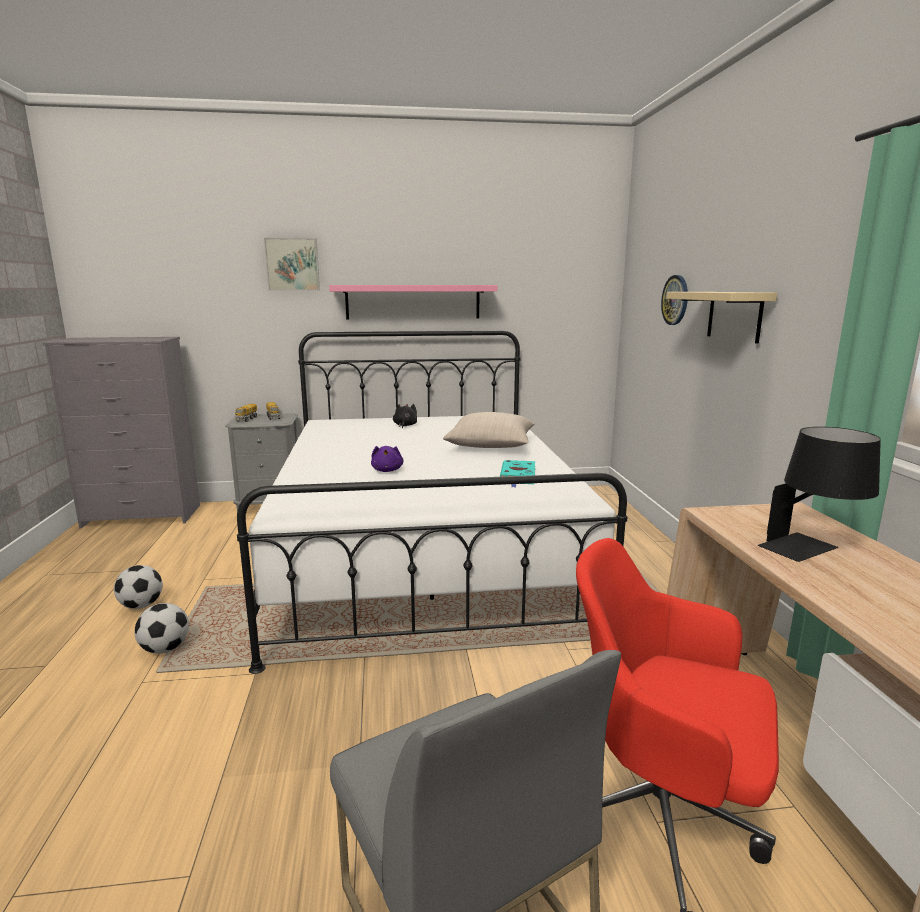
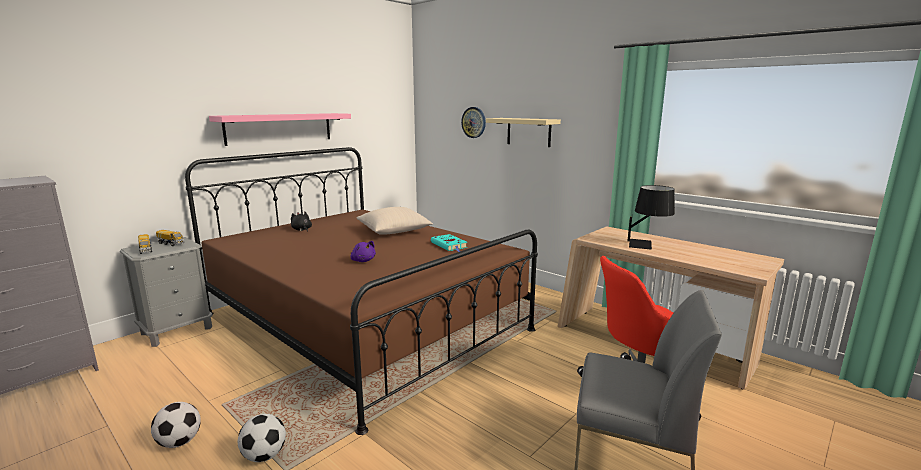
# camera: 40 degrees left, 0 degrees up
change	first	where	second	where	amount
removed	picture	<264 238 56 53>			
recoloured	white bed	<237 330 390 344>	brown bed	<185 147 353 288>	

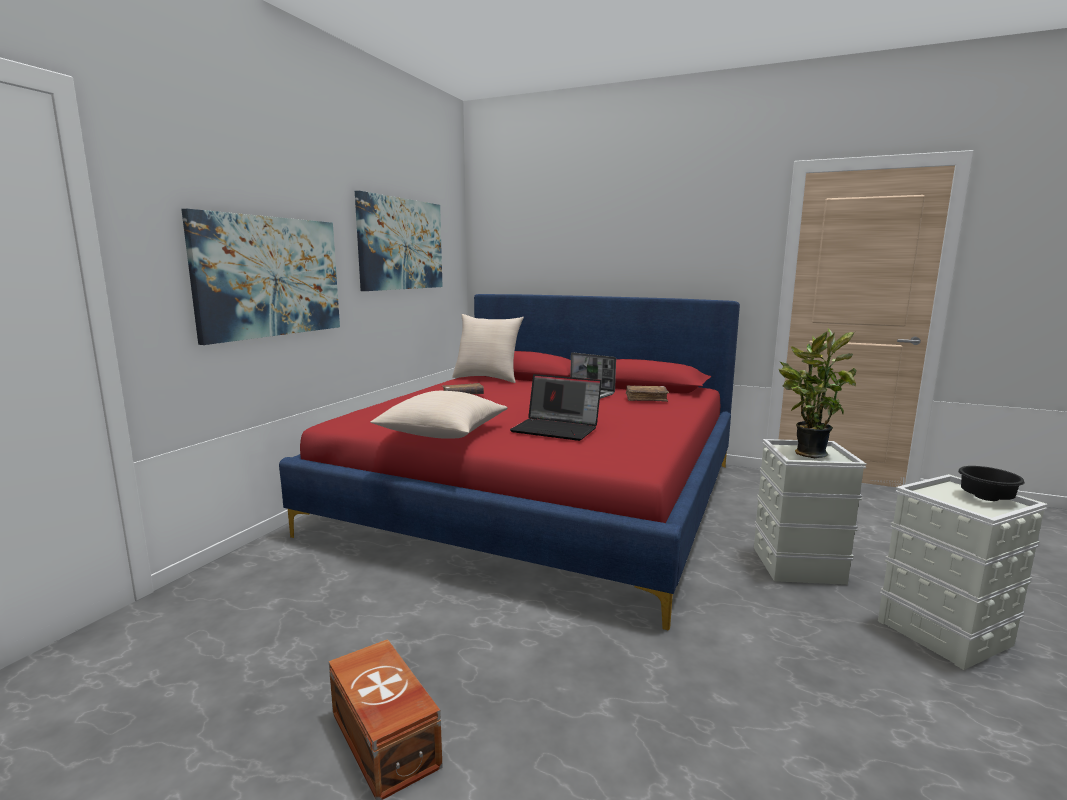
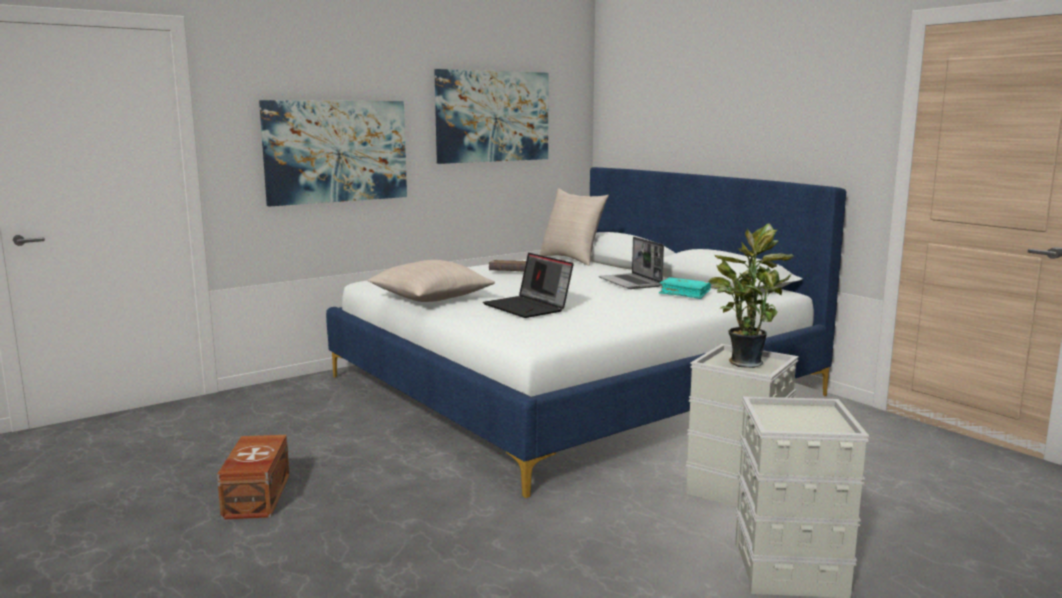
# camera: 30 degrees right, 0 degrees up
change	first	where	second	where	amount
recoloured	red bed	<279 294 461 336>	white bed	<326 167 520 331>	
recoloured	brown book	<626 386 43 16>	turquoise book	<659 277 52 22>	
removed	black bowl	<958 466 67 35>			

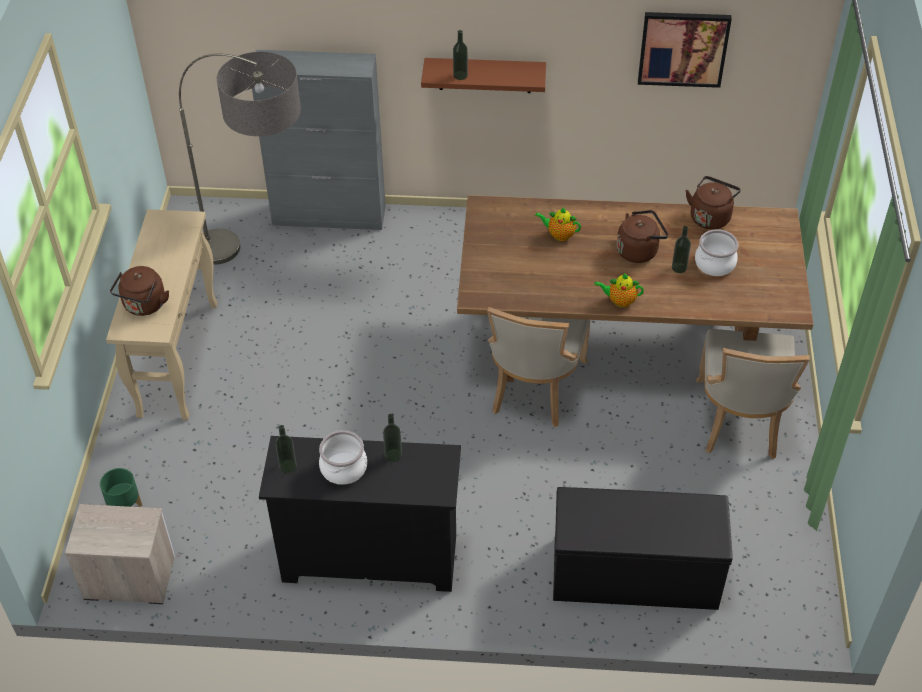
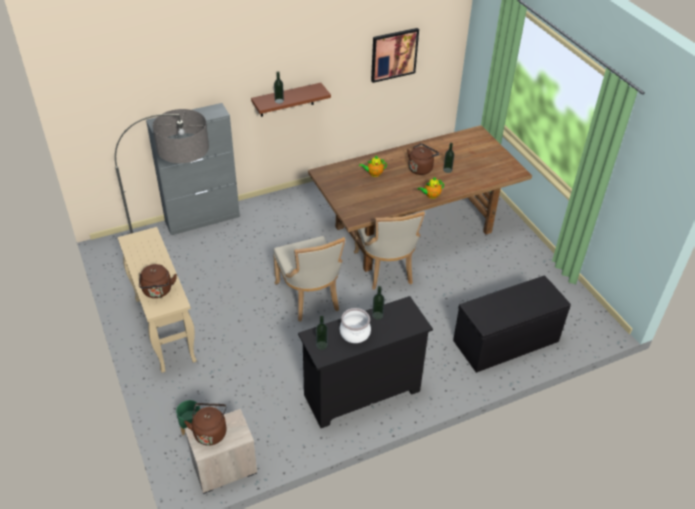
# camera: 30 degrees left, 5 degrees down
change	first	where	second	where	amount
moved	brown kettle	<686 176 55 54>		<184 403 43 43>	
removed	cooking pot	<695 229 43 47>			
moved	beige chair	<696 329 114 130>		<273 236 72 85>	

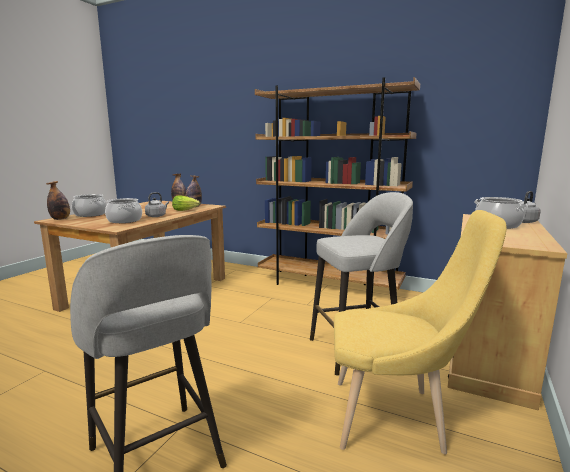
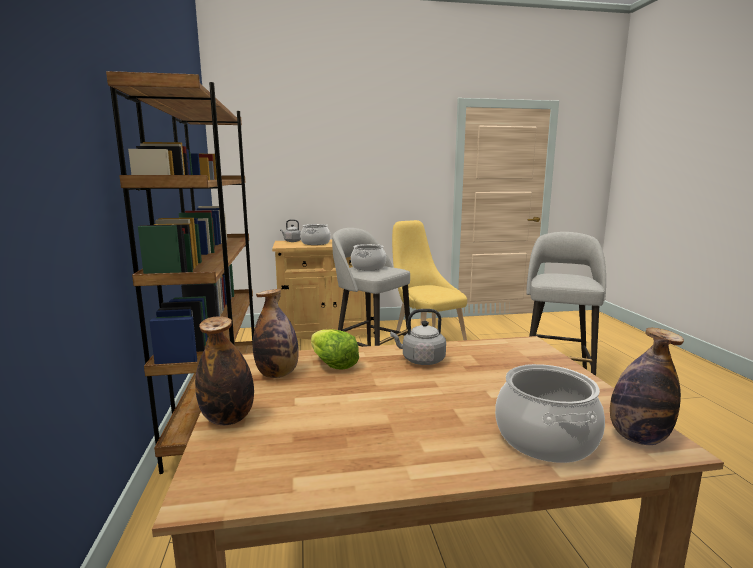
# camera: 125 degrees left, 0 degrees up
change	first	where	second	where	amount
moved	cooking pot	<105 198 37 25>		<351 244 35 26>	

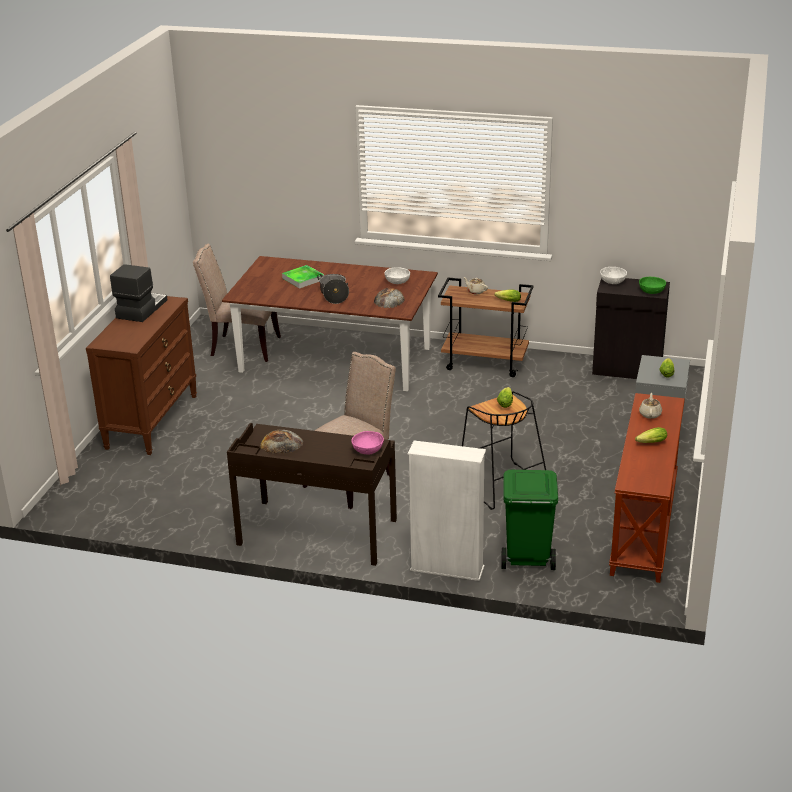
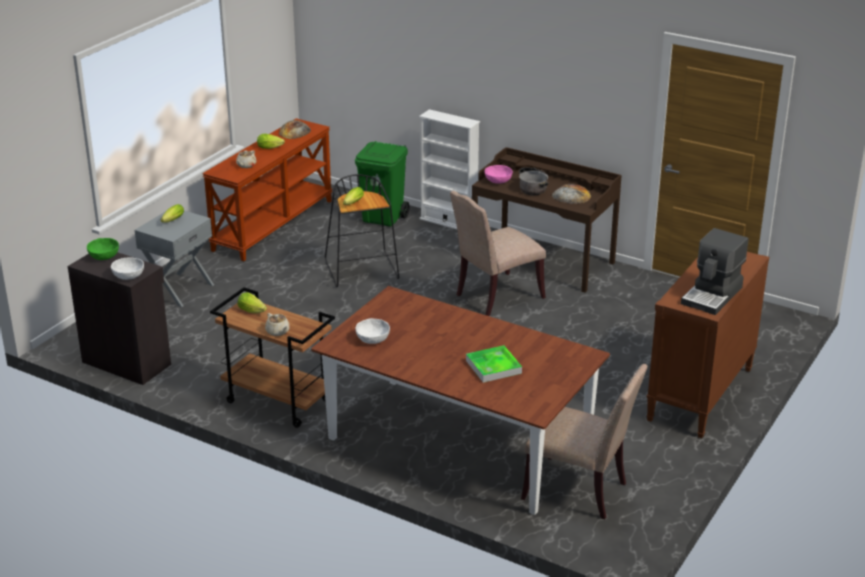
# camera: 165 degrees left, 0 degrees up
change	first	where	second	where	amount
moved	cooking pot	<317 274 32 30>		<519 167 30 28>	
moved	bread	<374 288 31 20>		<279 120 32 19>	

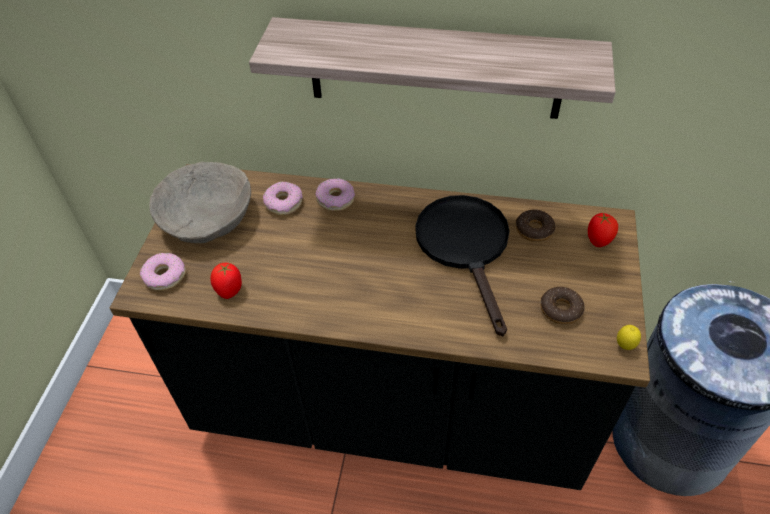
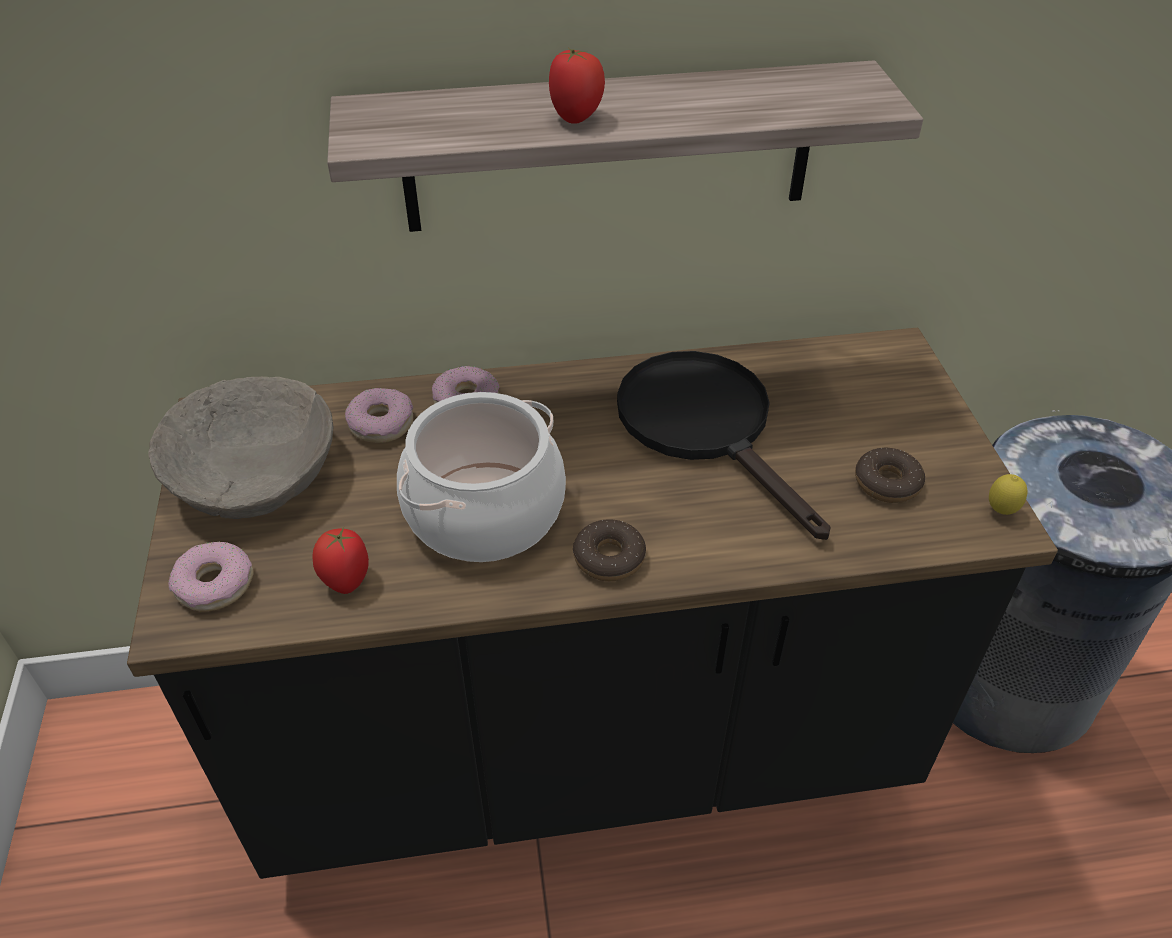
# camera: 20 degrees left, 5 degrees down
change	first	where	second	where	amount
moved	donut	<516 210 39 32>		<573 519 73 62>	
moved	tomato	<588 213 30 34>		<549 48 56 76>	
added			cooking pot	<397 392 169 170>	

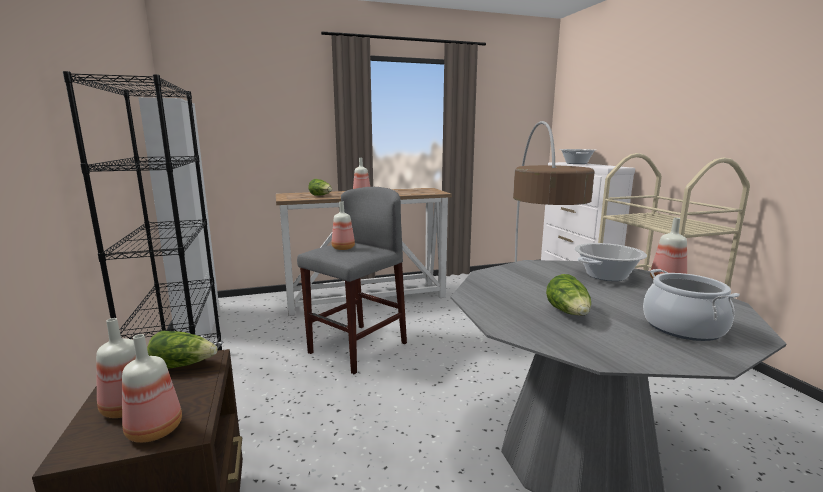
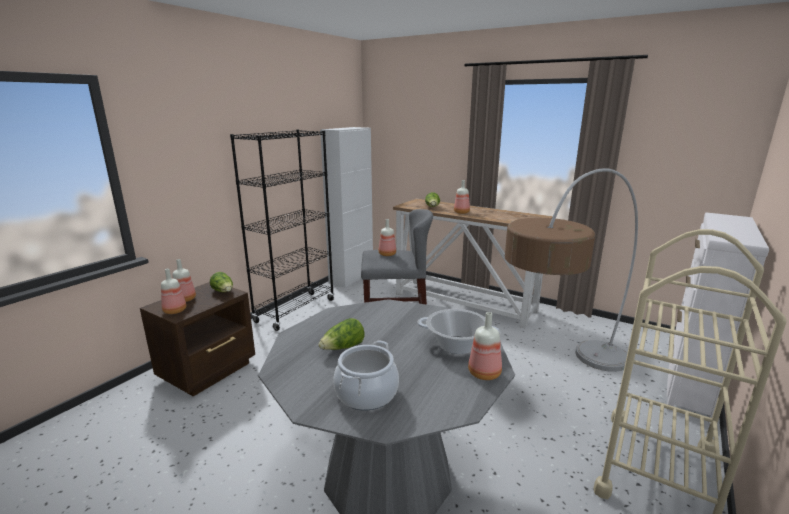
# camera: 50 degrees right, 5 degrees up
change	first	where	second	where	amount
removed	cooking pot	<560 149 36 15>			

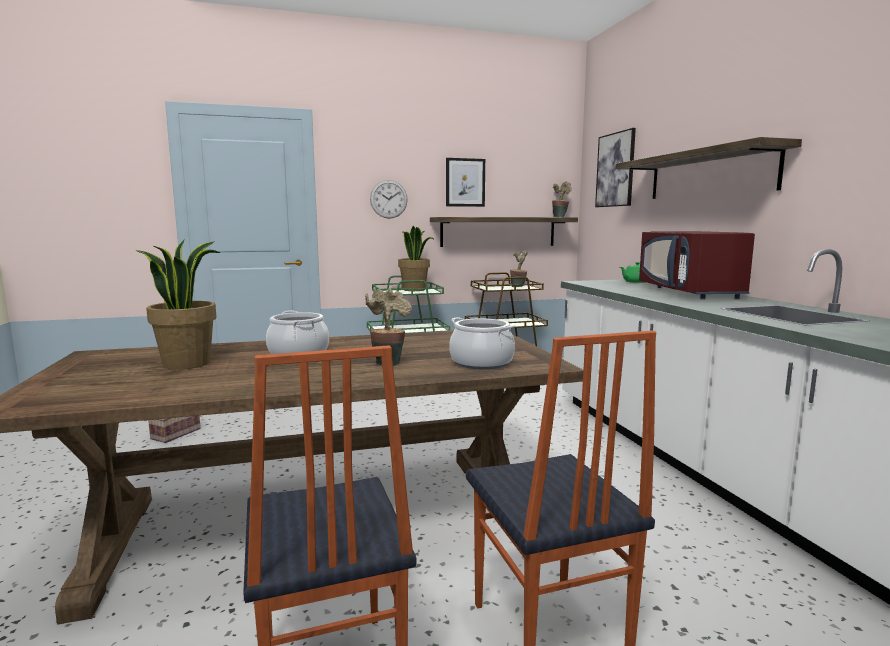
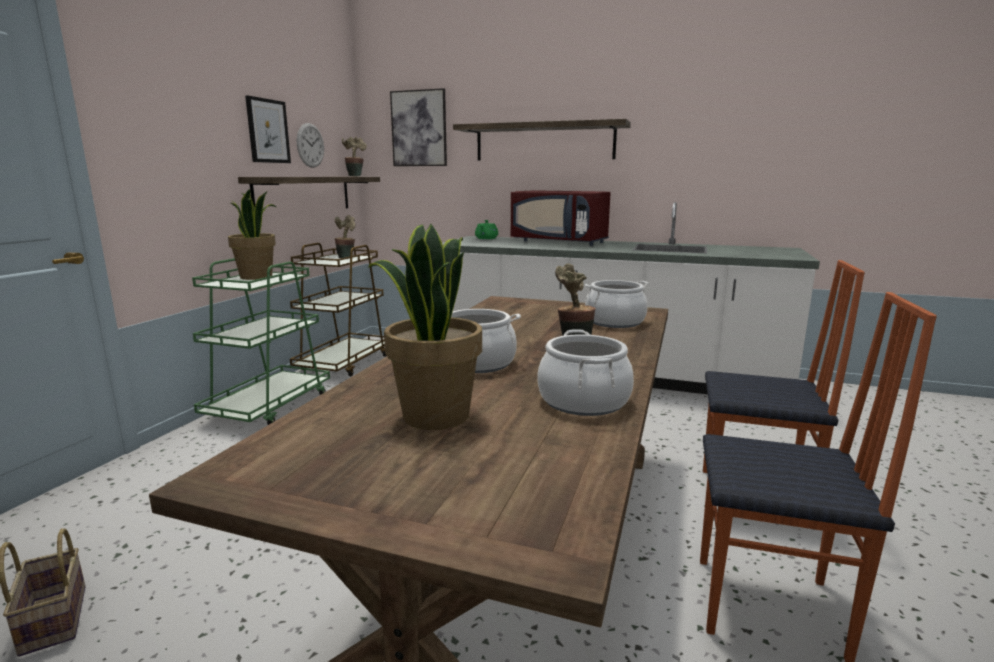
# camera: 55 degrees left, 5 degrees up
change	first	where	second	where	amount
moved	wall clock	<370 180 38 39>		<297 123 27 45>	
added			cooking pot	<537 329 97 87>	

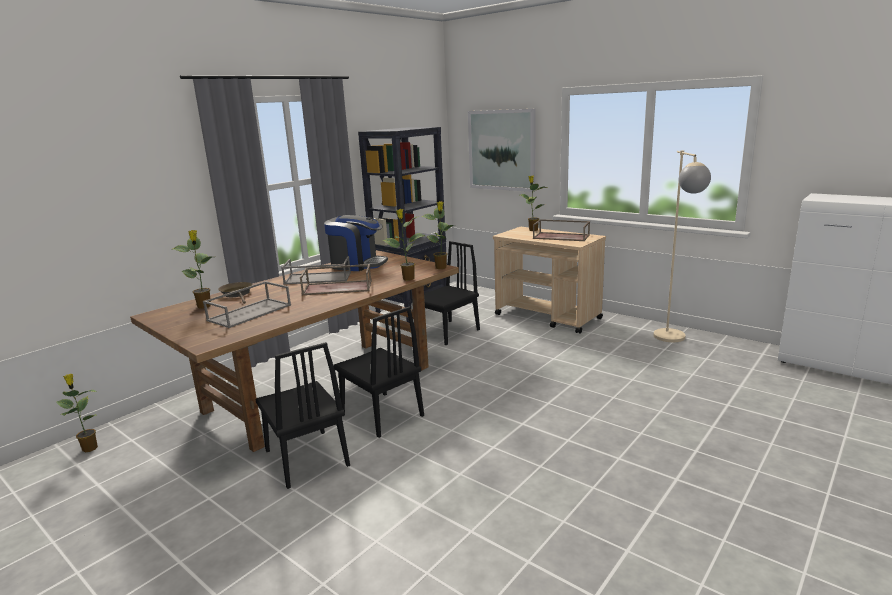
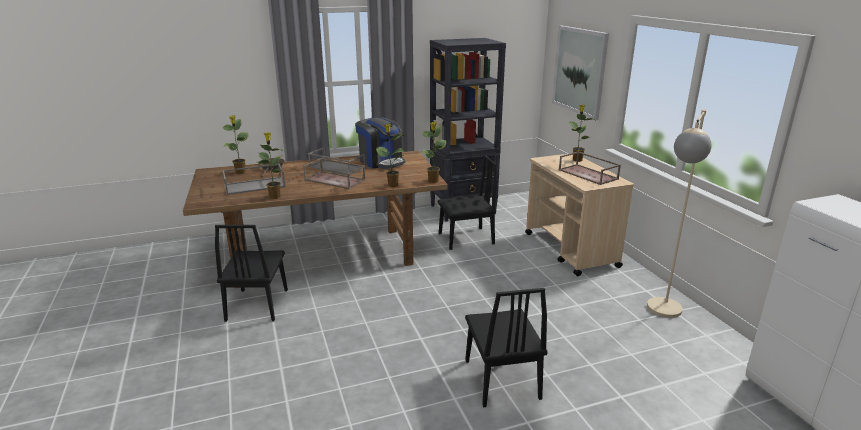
# camera: 30 degrees right, 5 degrees up
change	first	where	second	where	amount
moved	black chair	<334 307 90 131>		<465 288 83 119>	
moved	potted plant	<57 374 41 79>		<257 132 26 67>	

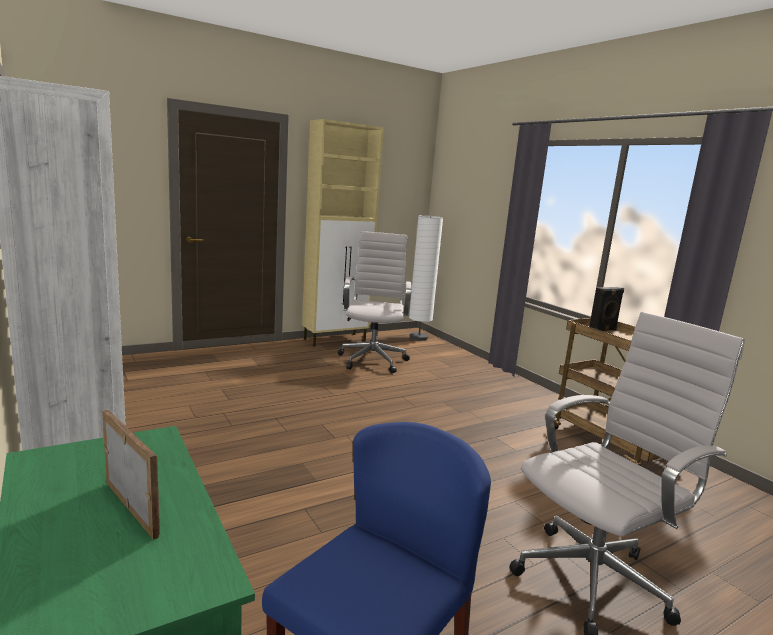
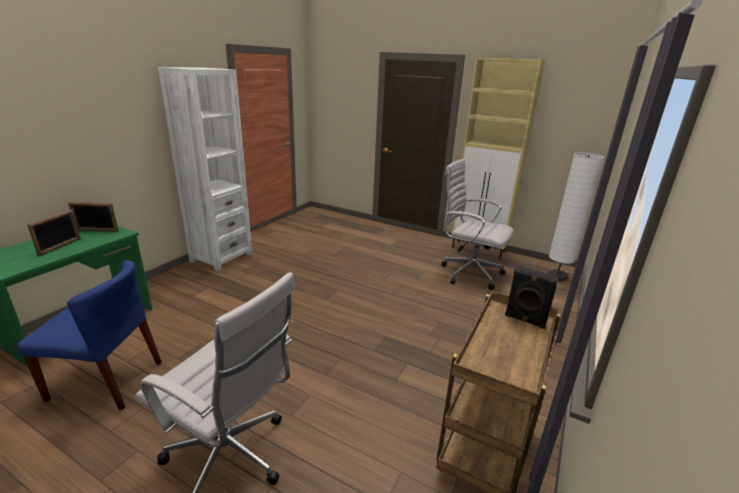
# camera: 60 degrees right, 10 degrees up
change	first	where	second	where	amount
turned	white office chair	<338 231 73 143>		<441 159 72 131>	120 degrees counterclockwise
added			picture frame	<68 202 51 30>	

